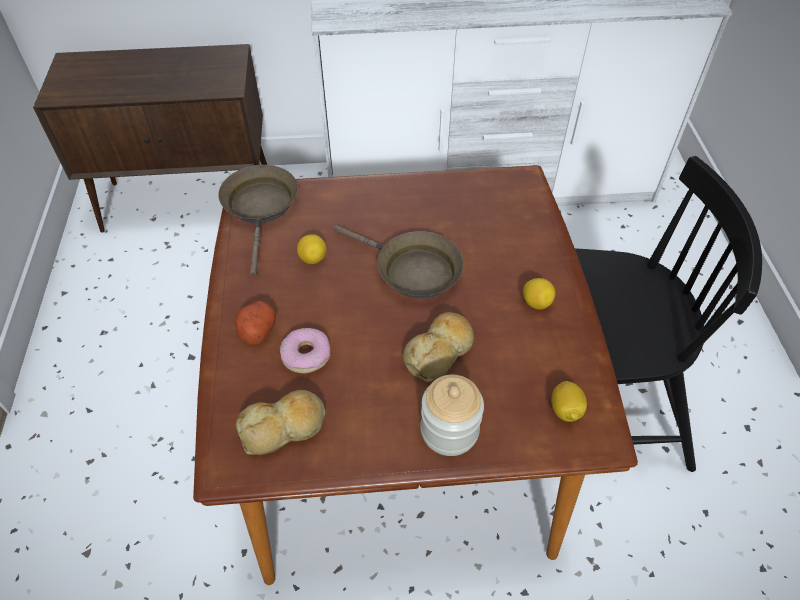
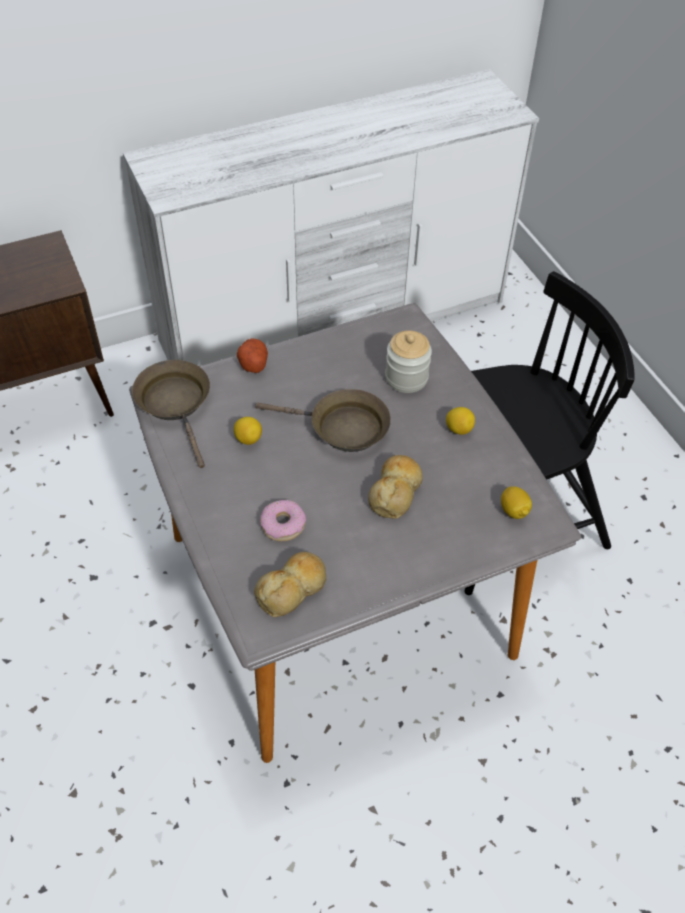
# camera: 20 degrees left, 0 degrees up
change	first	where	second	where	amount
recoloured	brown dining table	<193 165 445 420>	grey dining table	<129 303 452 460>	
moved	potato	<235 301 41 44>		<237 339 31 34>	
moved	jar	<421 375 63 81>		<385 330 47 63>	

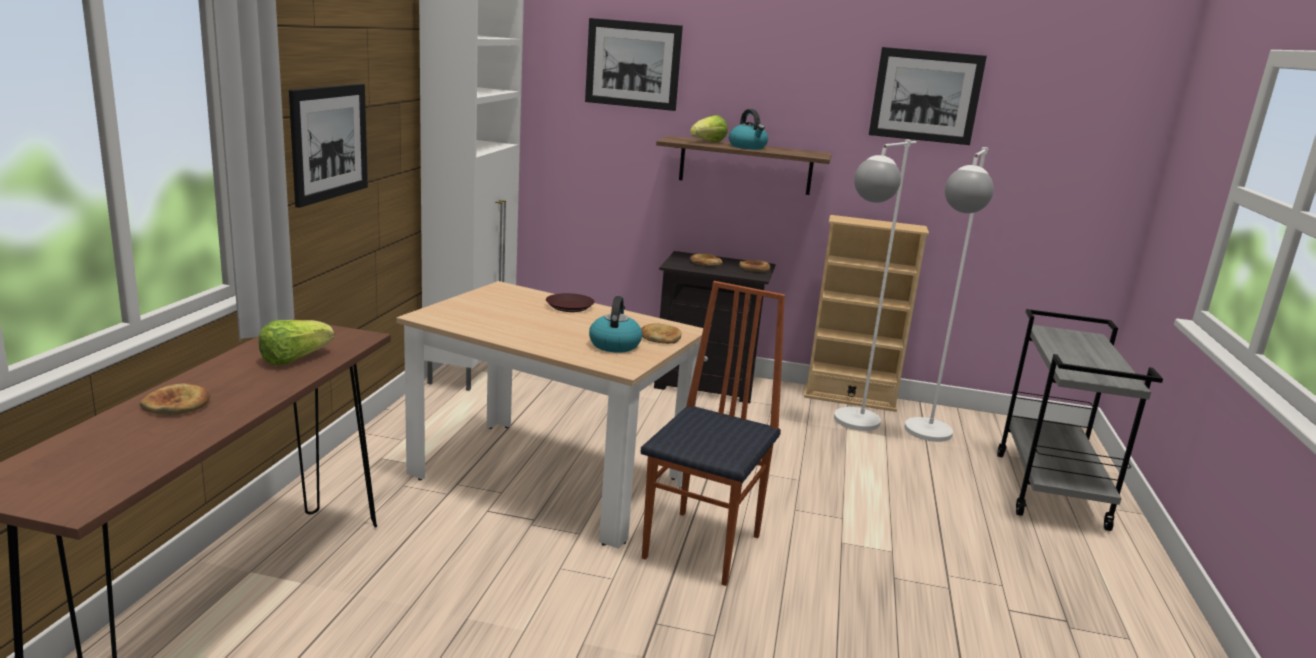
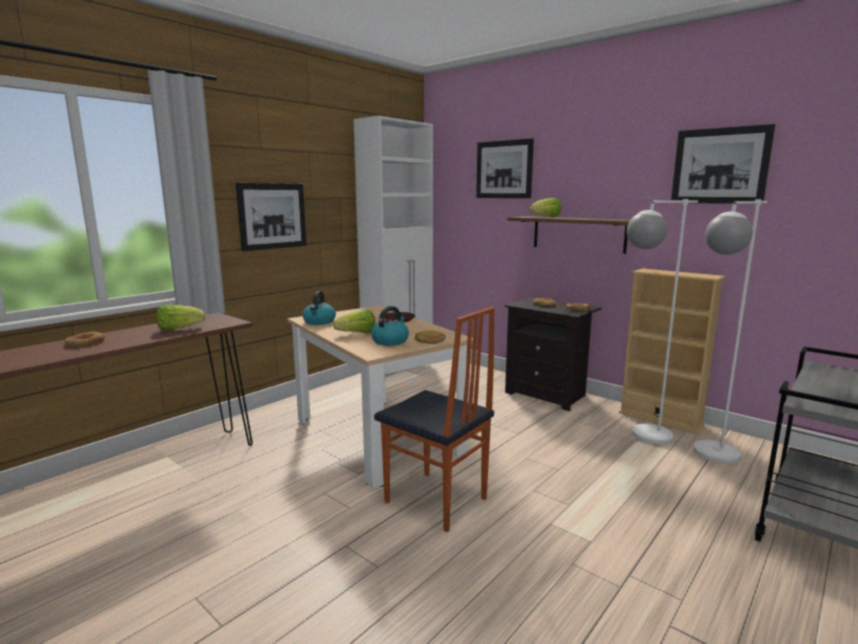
# camera: 30 degrees right, 5 degrees down
change	first	where	second	where	amount
moved	kettle	<729 109 39 40>		<302 291 34 34>	
turned	chair	<641 281 144 305>		<374 307 121 225>	75 degrees clockwise
added			lettuce	<333 309 43 25>	

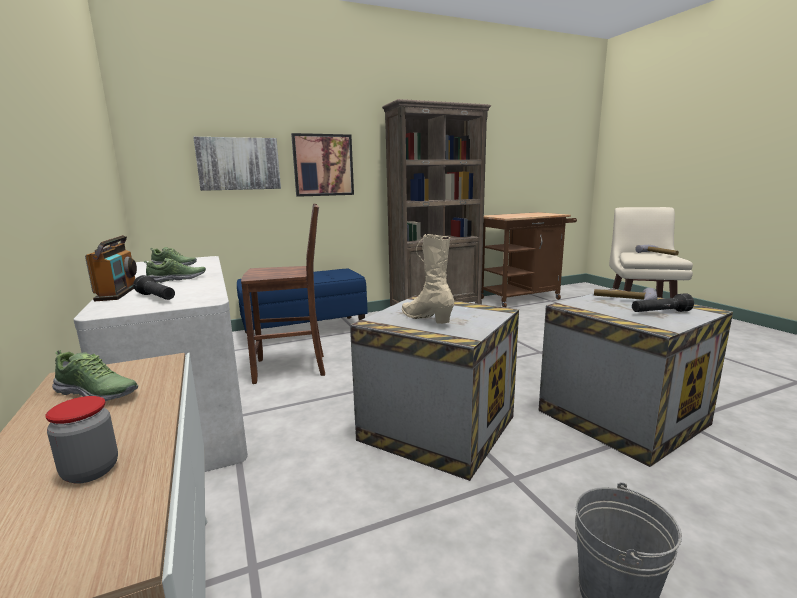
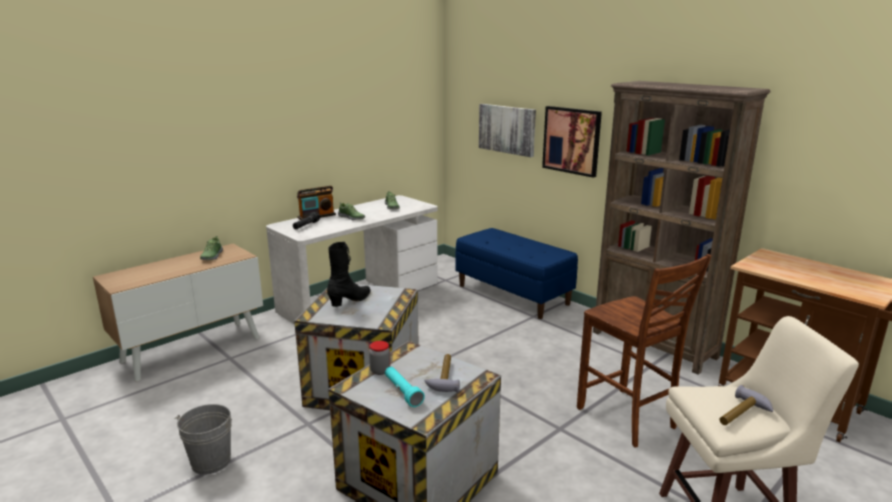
# camera: 70 degrees right, 5 degrees up
change	first	where	second	where	amount
moved	brown chair	<241 204 84 180>		<577 254 135 193>	
recoloured	beige boot	<402 234 52 90>	black boot	<327 242 44 65>	
recoloured	black flashlight	<632 293 62 19>	turquoise flashlight	<385 367 40 40>	
moved	jar	<45 396 73 88>		<369 341 21 34>	

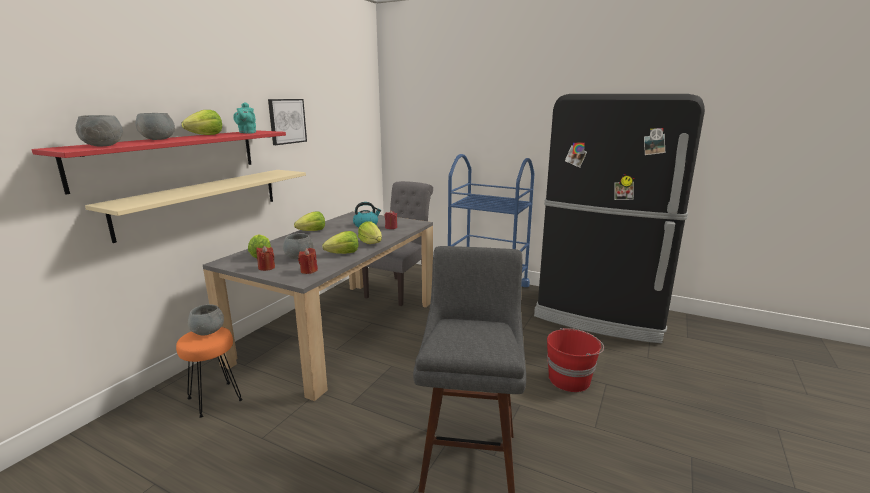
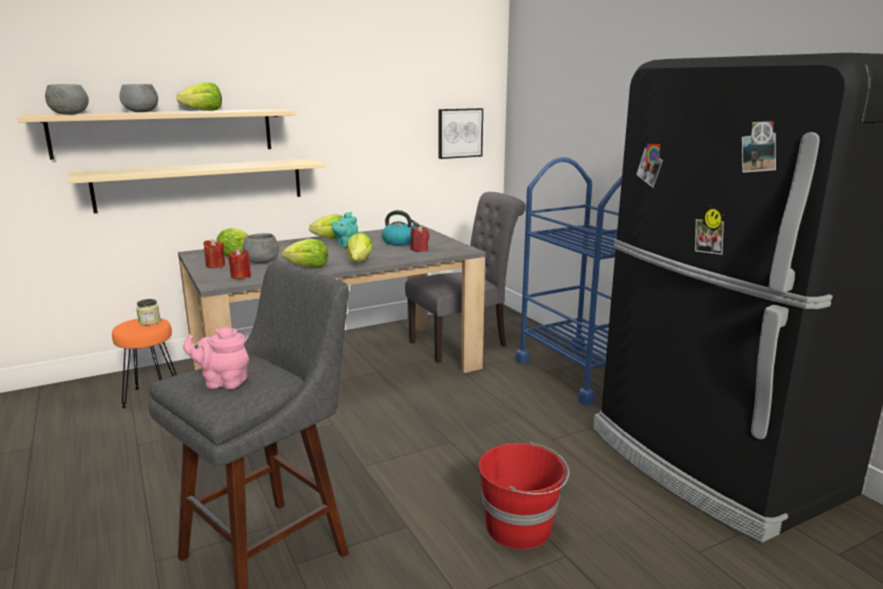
# camera: 35 degrees right, 0 degrees up
change	first	where	second	where	amount
moved	picture	<268 99 39 46>		<438 108 45 51>	
moved	turquoise teapot	<233 103 23 30>		<332 212 26 35>	
recoloured	red shelf	<32 130 254 65>	beige shelf	<17 109 278 51>	
replaced	grey bowl	<188 304 36 31>	jar	<136 299 25 26>	
added			pink teapot	<183 327 66 62>	

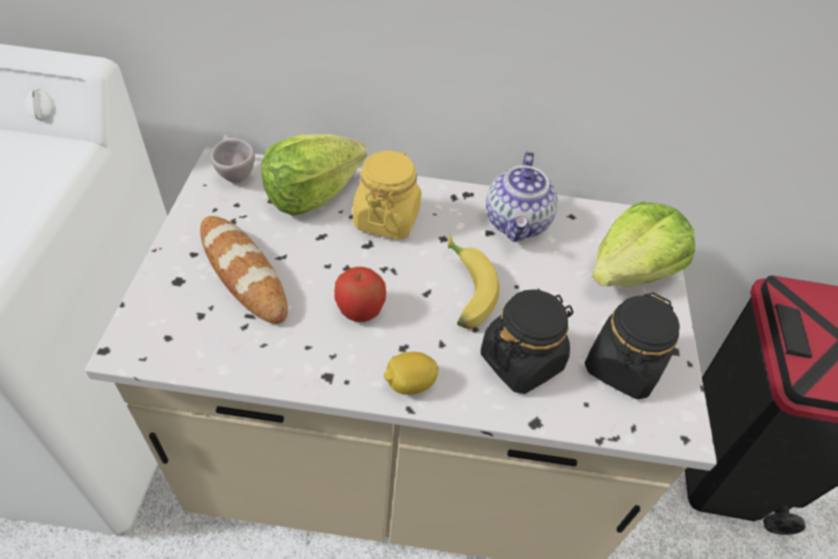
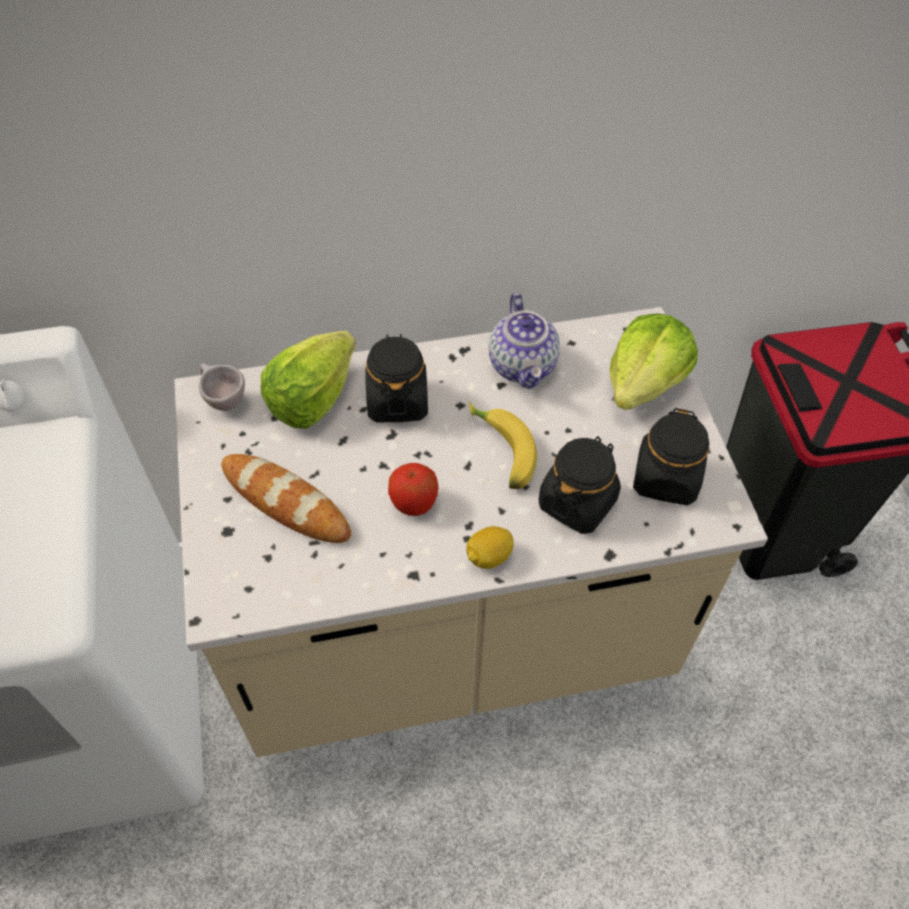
# camera: 15 degrees left, 5 degrees up
change	first	where	second	where	amount
recoloured	yellow jar	<353 149 68 91>	black jar	<365 334 63 88>	

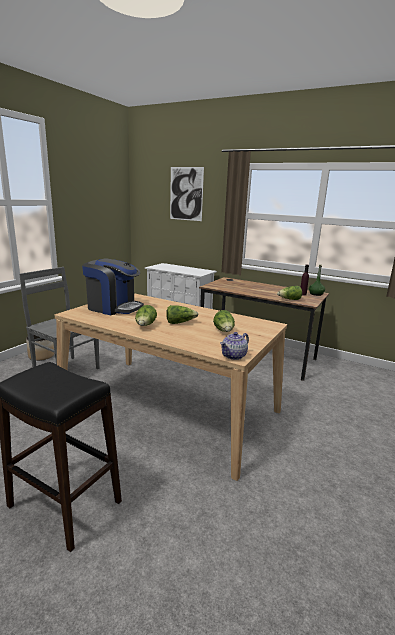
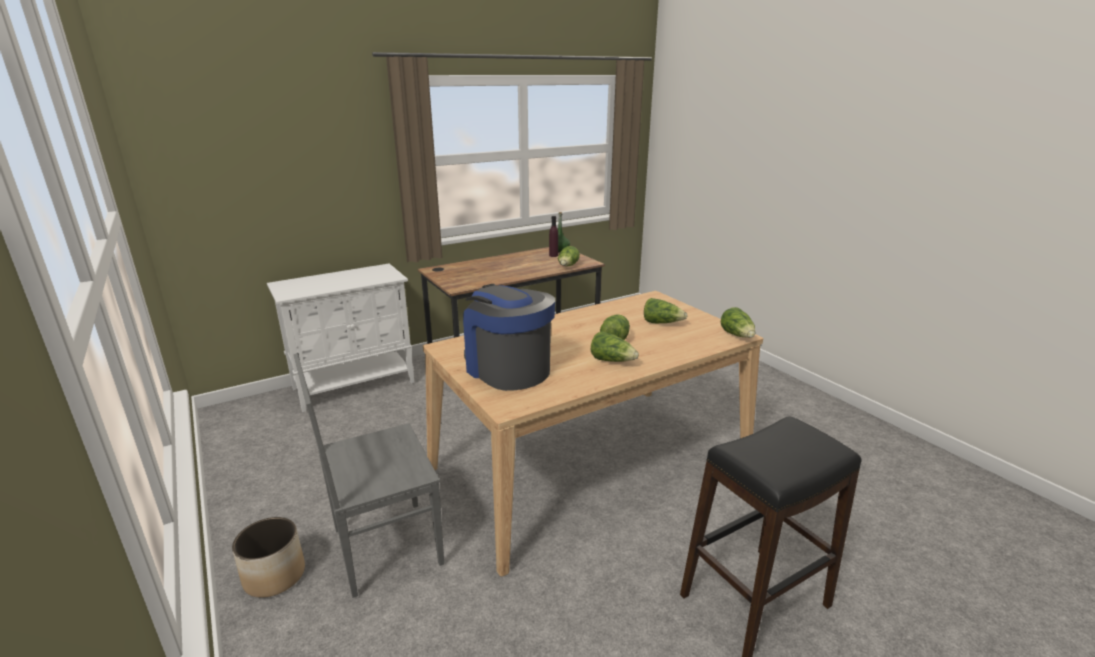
# camera: 60 degrees left, 5 degrees up
change	first	where	second	where	amount
removed	picture	<170 167 34 54>			
turned	coffee machine	<82 258 62 57>		<463 284 92 107>	90 degrees counterclockwise
replaced	teapot	<220 332 29 28>	lettuce	<721 307 34 31>	

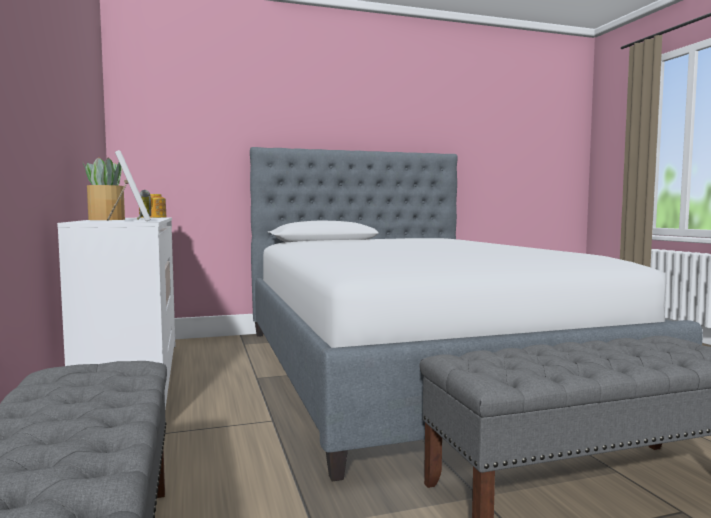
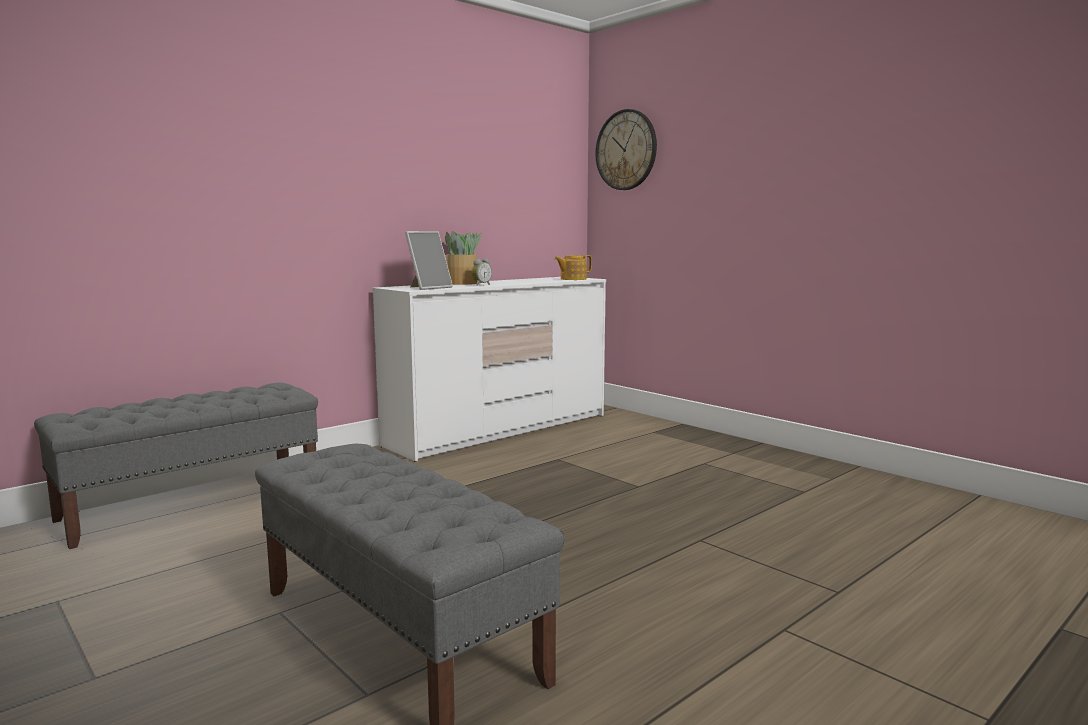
# camera: 65 degrees right, 5 degrees up
change	first	where	second	where	amount
removed	bed	<250 147 453 335>			
added			wall clock	<595 109 62 81>	

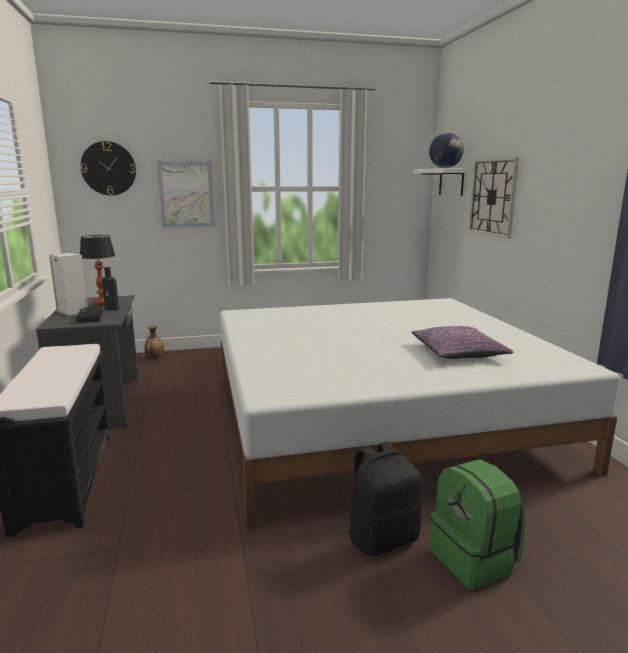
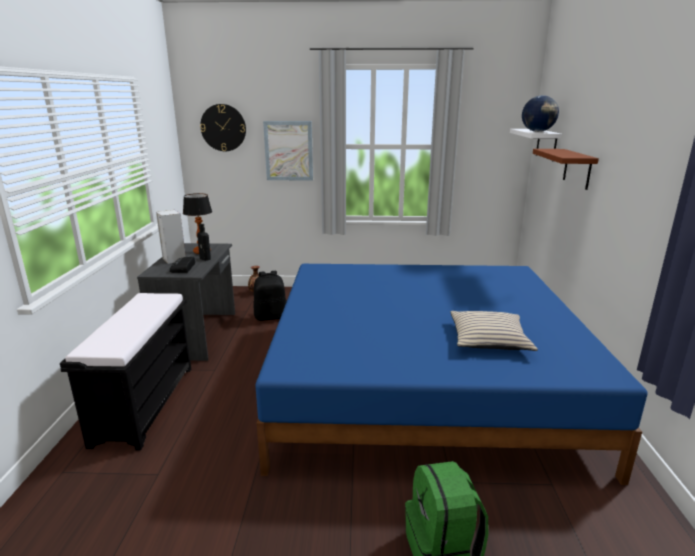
# camera: 15 degrees right, 5 degrees up
change	first	where	second	where	amount
replaced	wall clock	<468 157 51 82>	brown shelf	<533 149 66 41>	
recoloured	white bed	<220 298 400 229>	blue bed	<255 264 392 221>	
recoloured	purple pillow	<412 326 102 33>	beige pillow	<450 311 88 40>	
moved	black backpack	<348 442 75 114>		<254 271 33 50>	

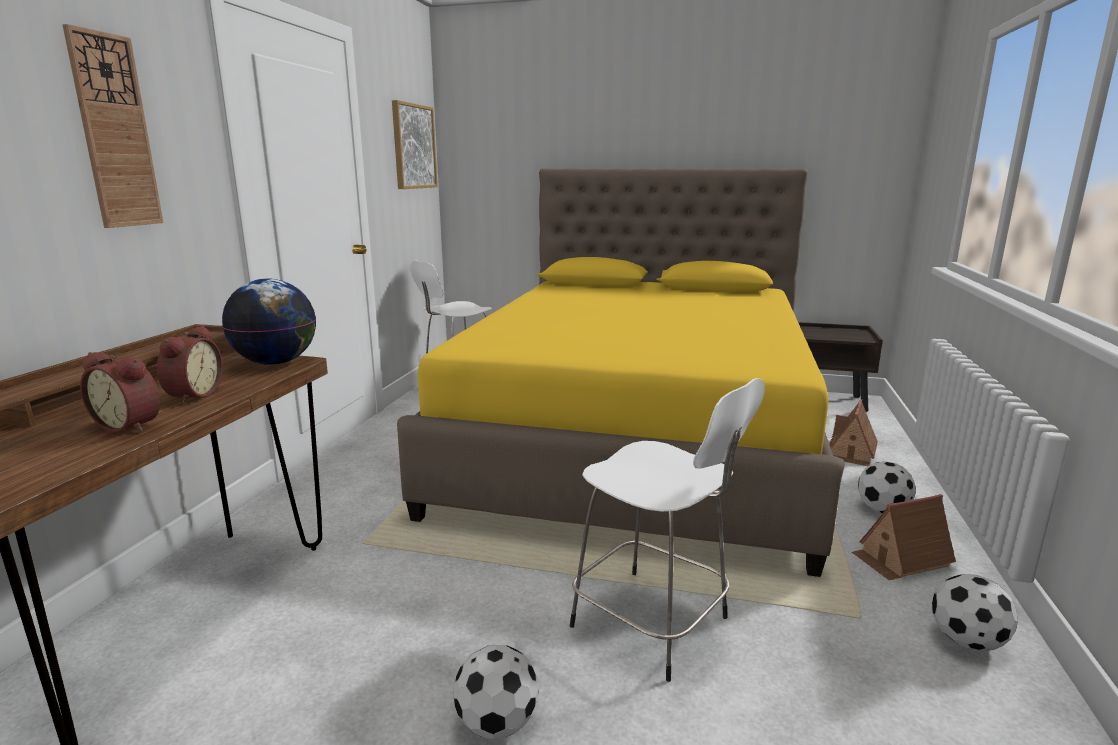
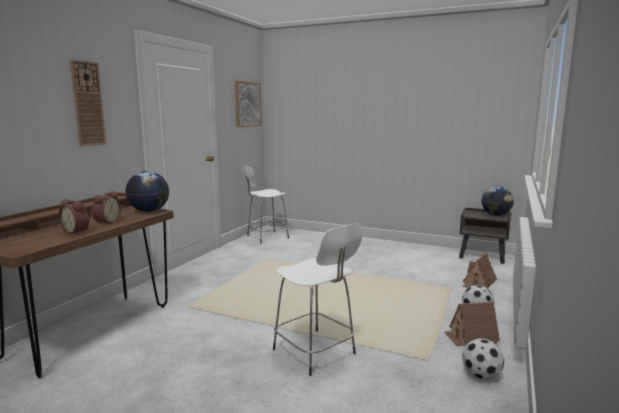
# camera: 10 degrees right, 5 degrees down
change	first	where	second	where	amount
removed	yellow bed	<397 168 448 409>			
removed	football	<453 645 86 94>			
added			globe	<482 186 32 30>	

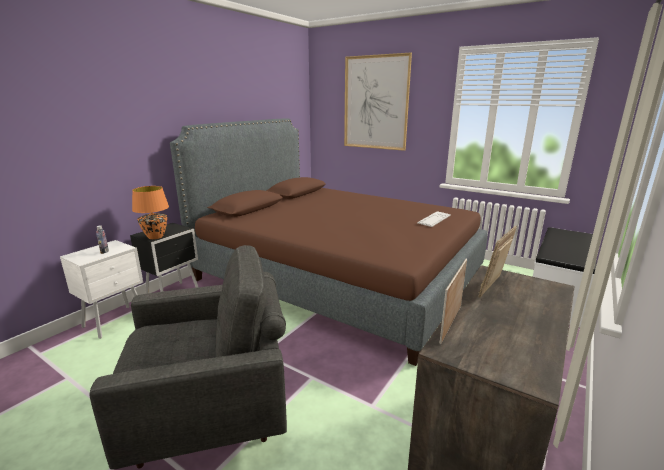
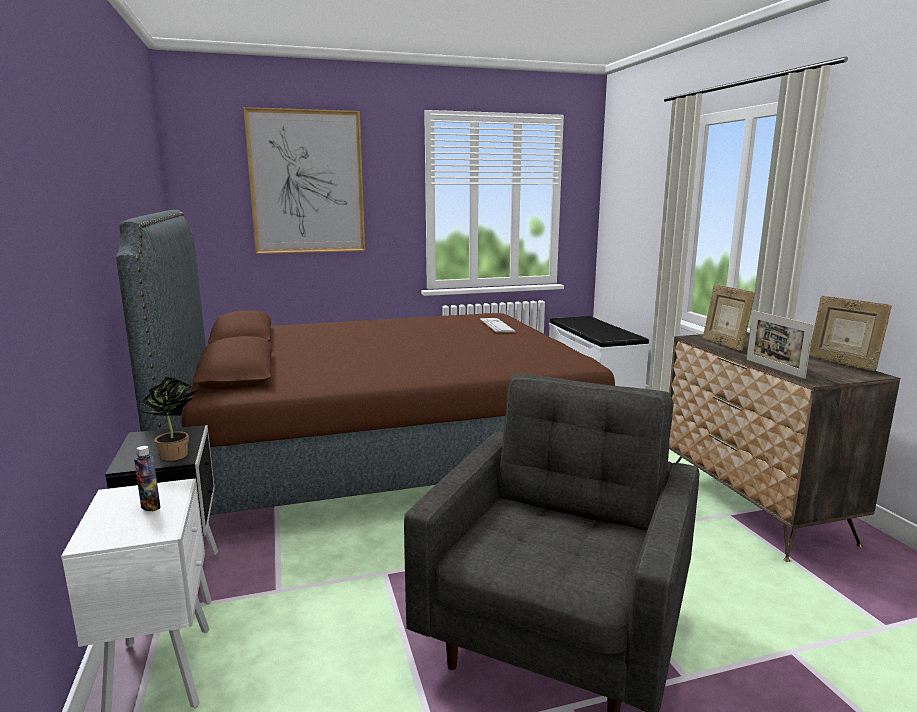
# camera: 50 degrees left, 5 degrees down
change	first	where	second	where	amount
replaced	orange table lamp	<132 186 37 53>	potted plant	<141 377 57 84>	
added			picture frame	<809 296 83 75>	

